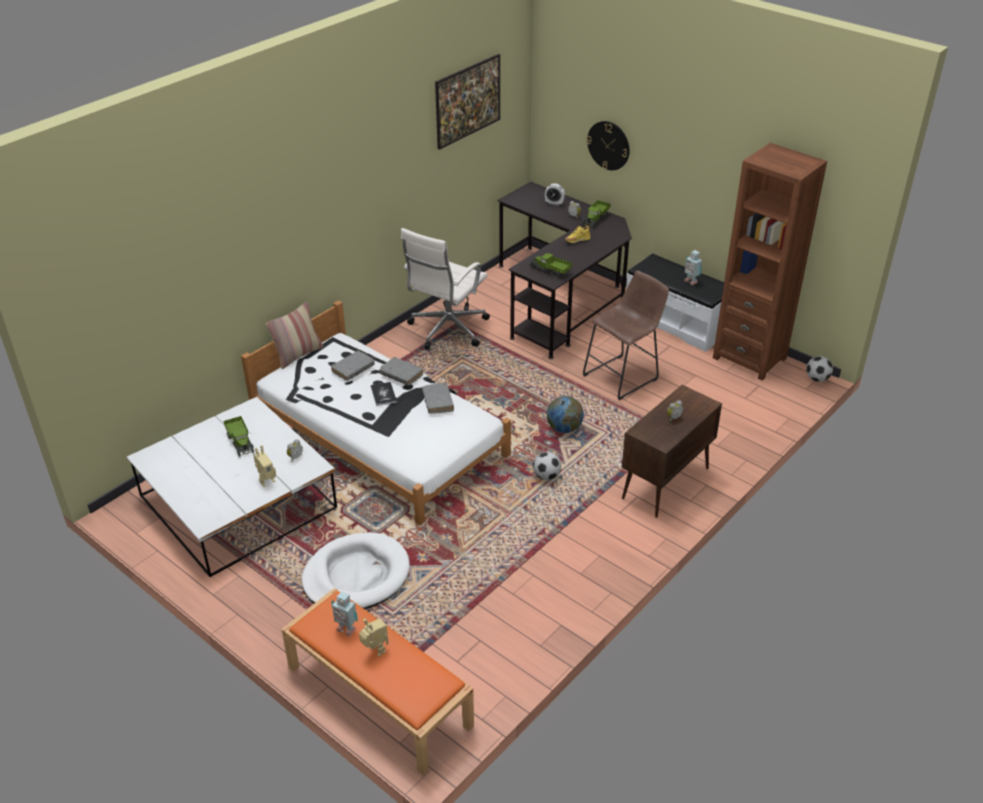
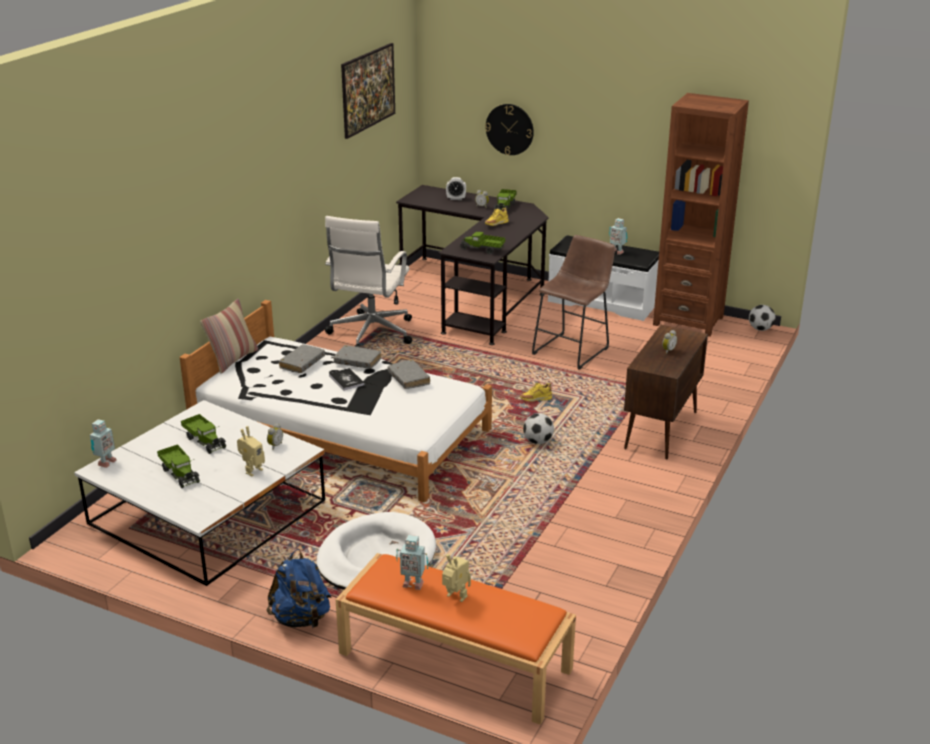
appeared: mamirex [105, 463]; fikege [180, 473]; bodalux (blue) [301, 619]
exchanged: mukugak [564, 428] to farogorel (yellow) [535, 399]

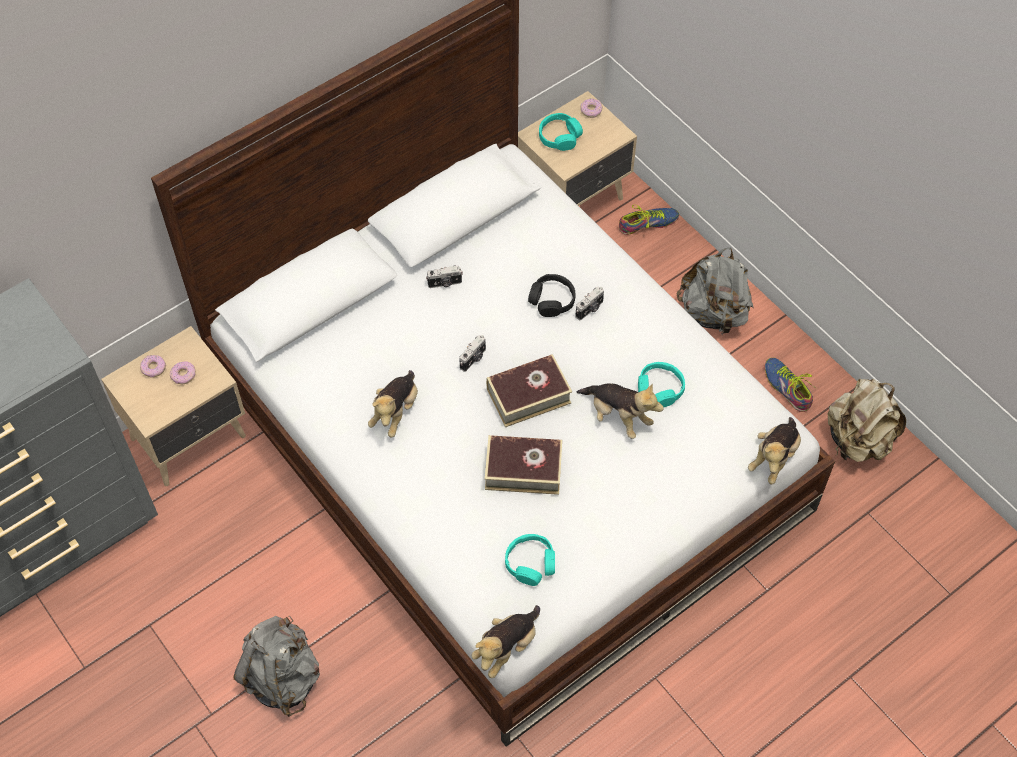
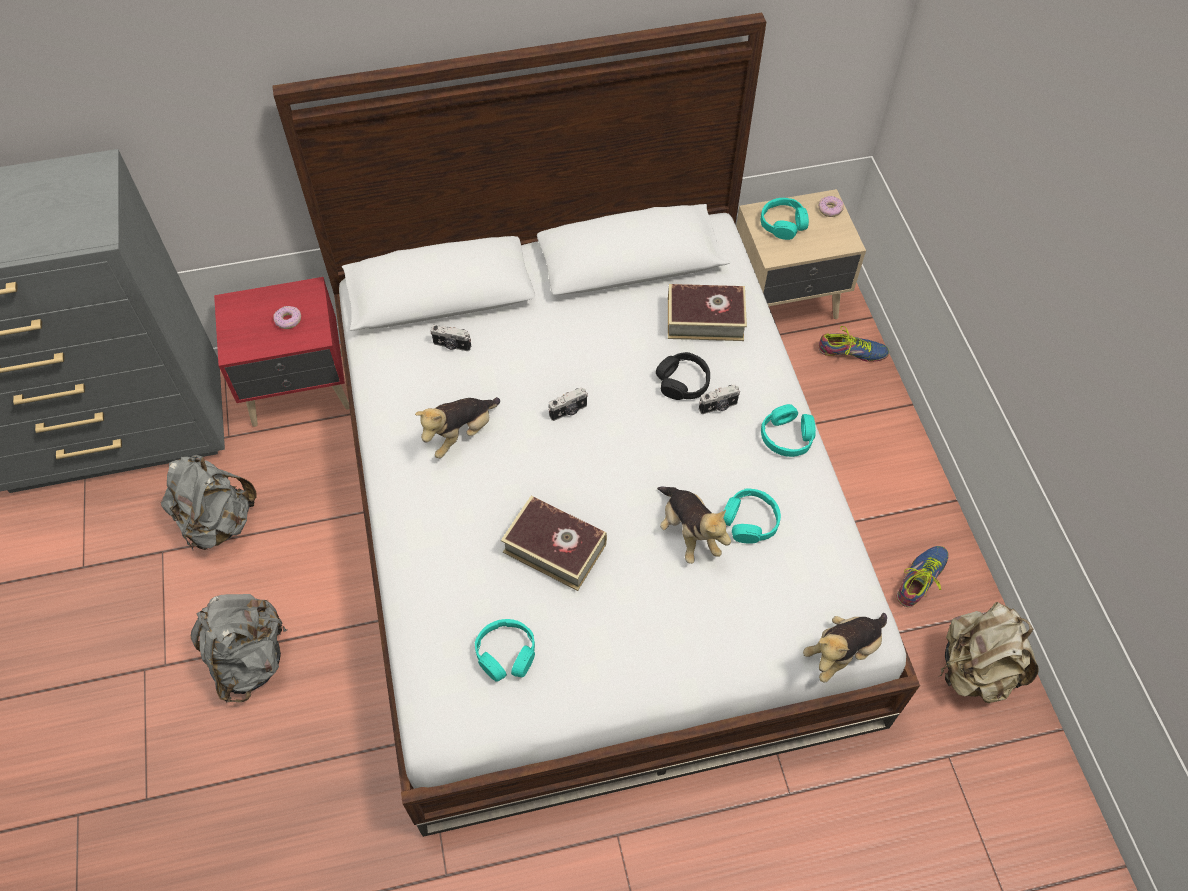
missing: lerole [153, 368]; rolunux [506, 647]
appeared: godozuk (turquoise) [787, 436]
relocated: bodalux (grey) [713, 313] to [218, 522]; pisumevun [445, 283] to [452, 345]; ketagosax [528, 396] to [705, 319]
colour: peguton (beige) [191, 438] to peguton (red) [301, 391]
spun: farogorel [787, 387] = [920, 578] 45 degrees clockwise

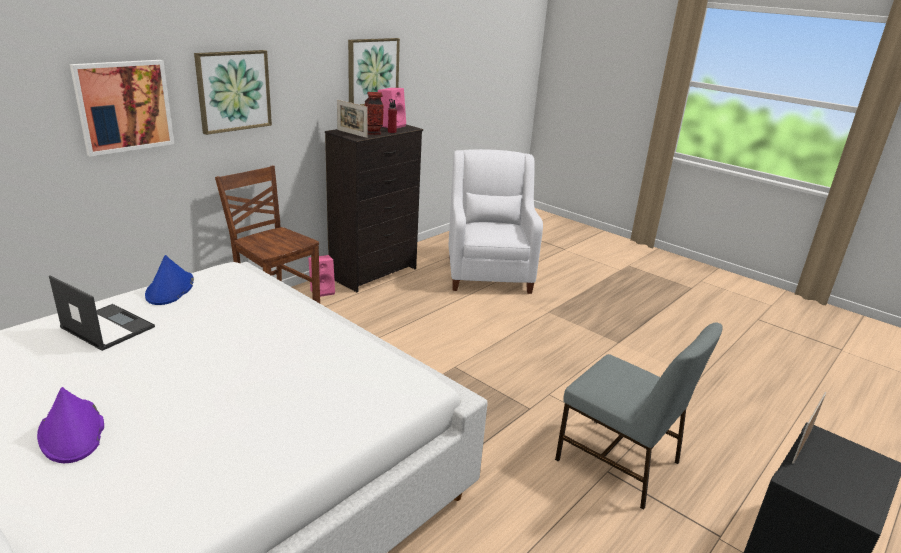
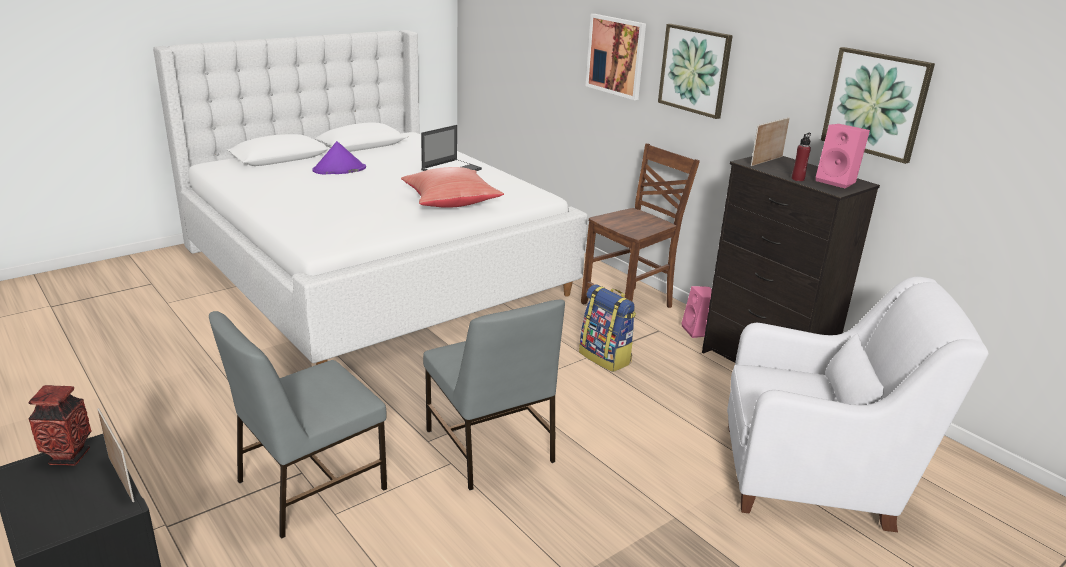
missing: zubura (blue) [170, 289]
appeared: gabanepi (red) [450, 202]; bodalux [606, 358]; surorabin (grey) [489, 447]
relocated: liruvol [373, 133] to [69, 456]

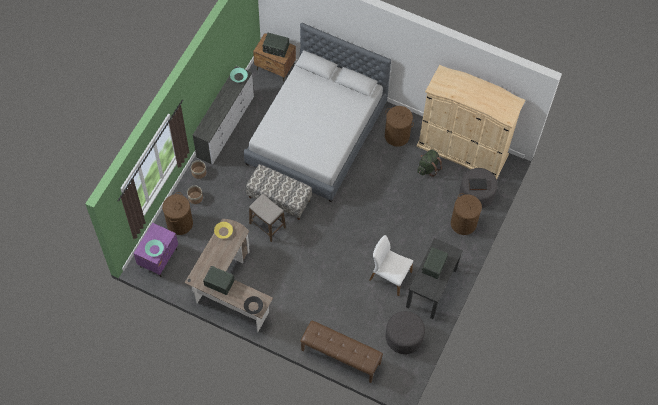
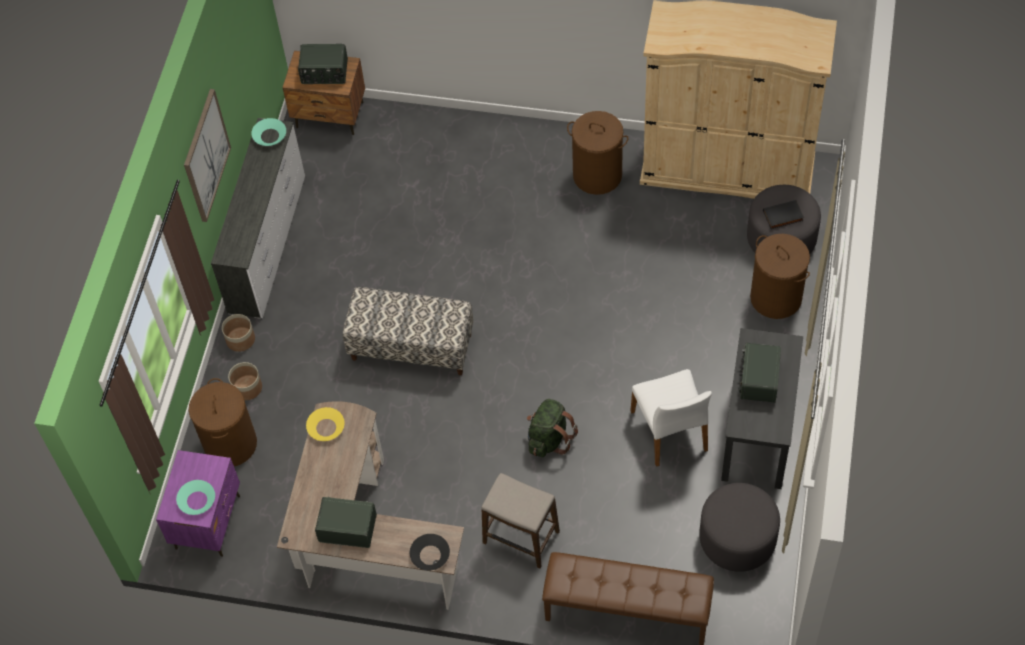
missing: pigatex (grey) [317, 133]
appeared: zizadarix [206, 155]
relocated: bodalux (green) [428, 168] to [549, 438]; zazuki [267, 225] to [521, 537]
spun: surorabin (white) [389, 276] = [670, 431] 120 degrees counterclockwise

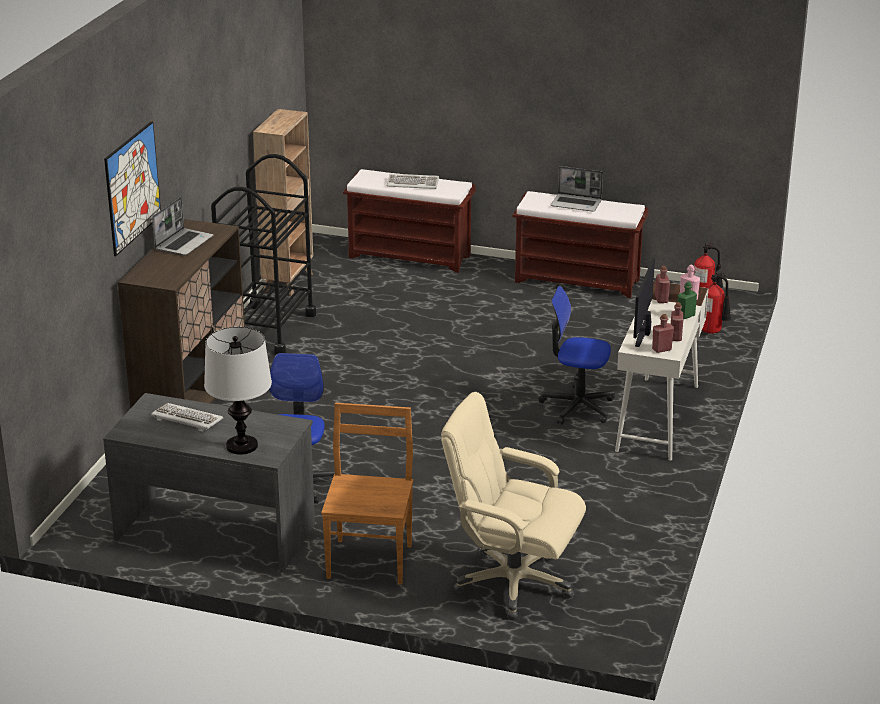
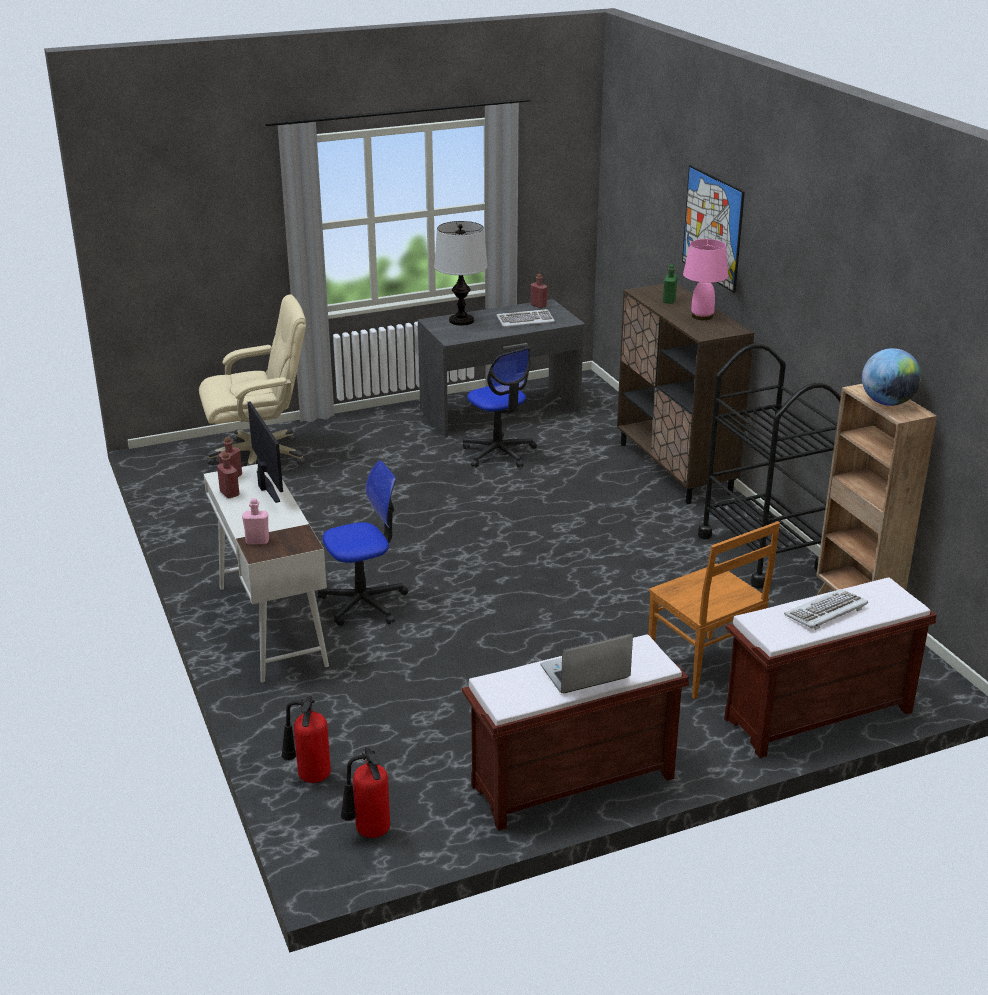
appeared: mukugak [887, 403]
relocated: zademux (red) [661, 299] to [538, 305]; zademux (green) [685, 316] to [669, 300]; surorabin (brown) [370, 560] to [704, 668]
exchanged: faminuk [184, 243] to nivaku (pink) [702, 316]

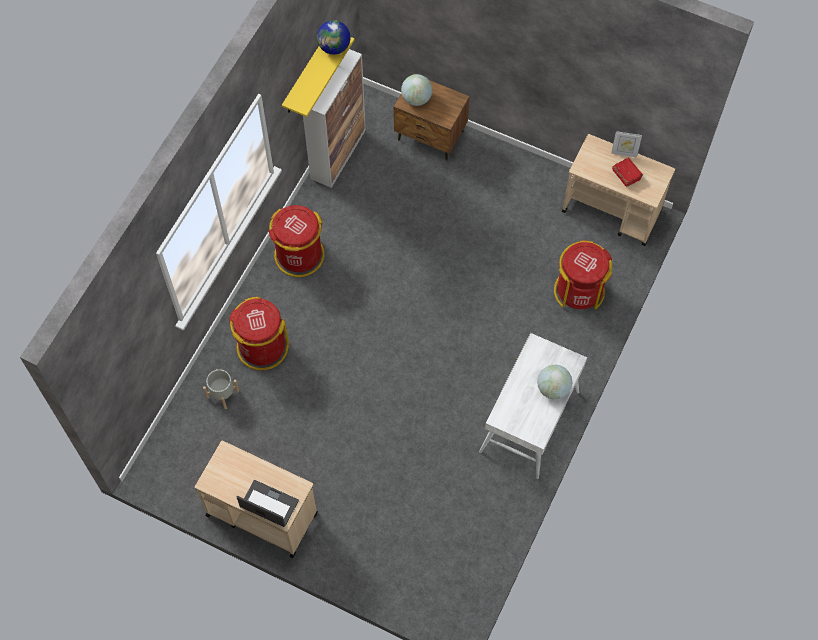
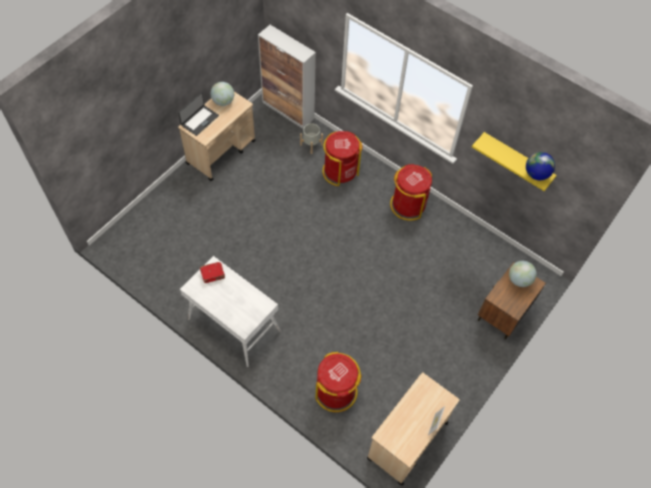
relocated: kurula [338, 154] to [288, 111]; ketagosax (red) [626, 174] to [213, 274]; mukugak [553, 388] to [223, 101]

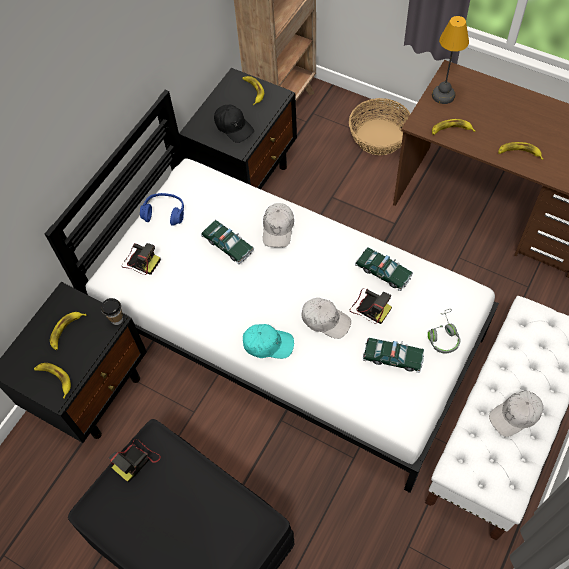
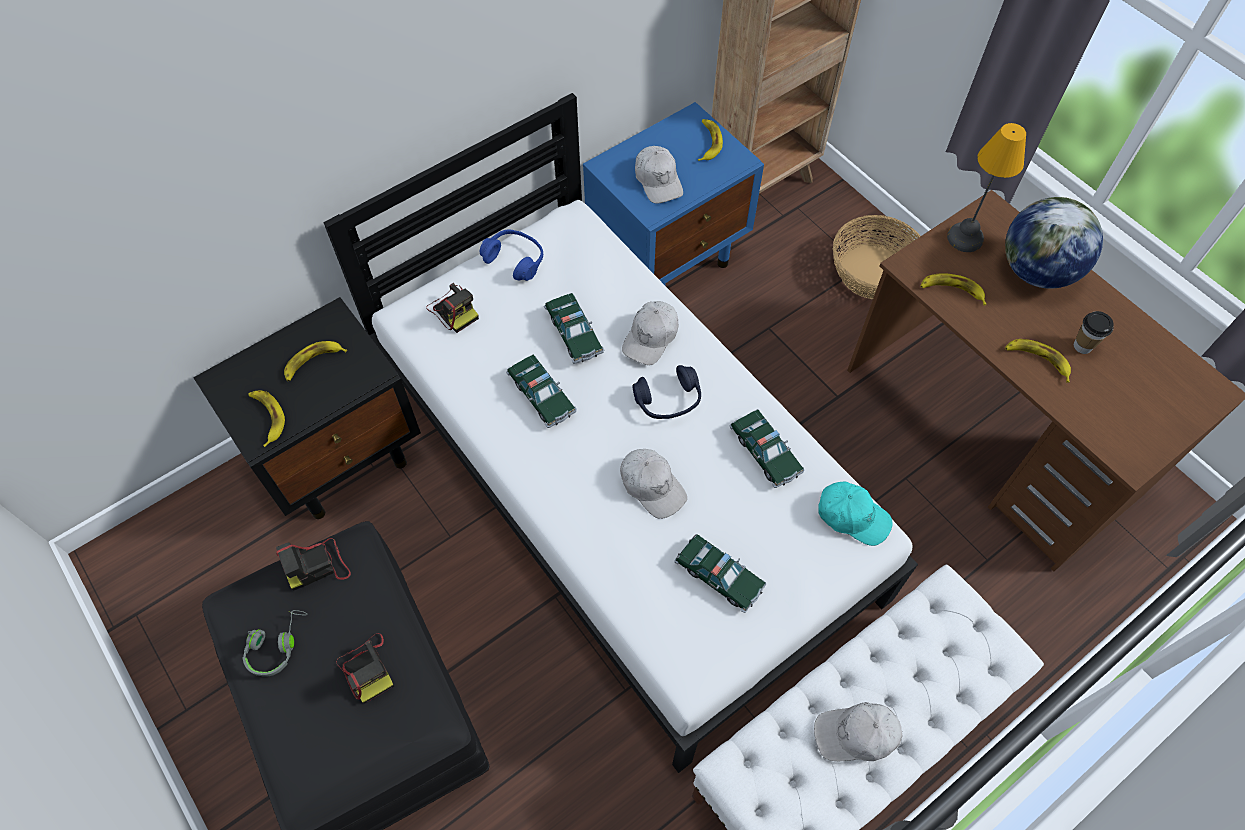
appeared: mukugak [1036, 271]; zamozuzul [541, 395]; godozuk (blue) [668, 400]
relocated: pisumevun [369, 307] to [367, 668]; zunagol [117, 319] to [1082, 346]; godozuk (grey) [443, 335] to [276, 645]; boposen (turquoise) [268, 344] to [852, 516]
colour: peguton (black) [246, 176] to peguton (blue) [668, 258]; boposen (black) [233, 127] to boposen (white) [658, 180]

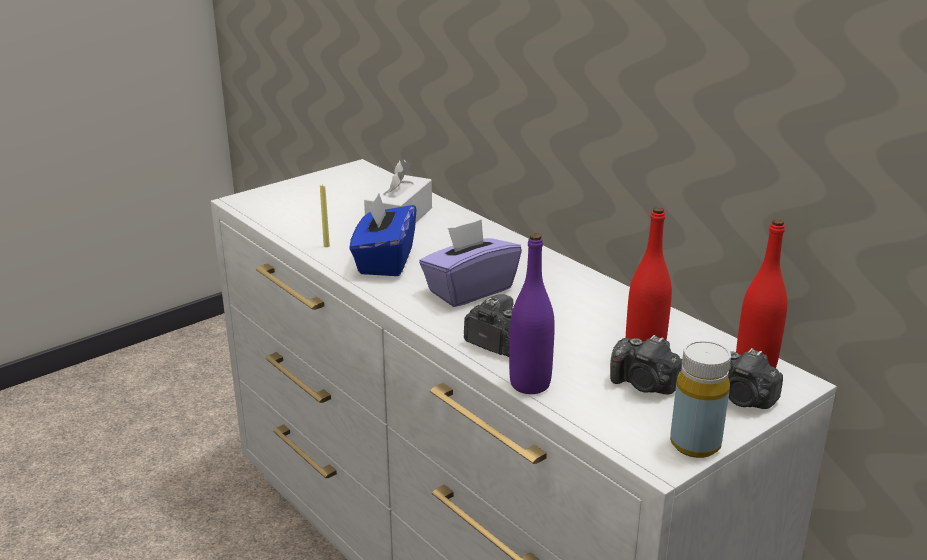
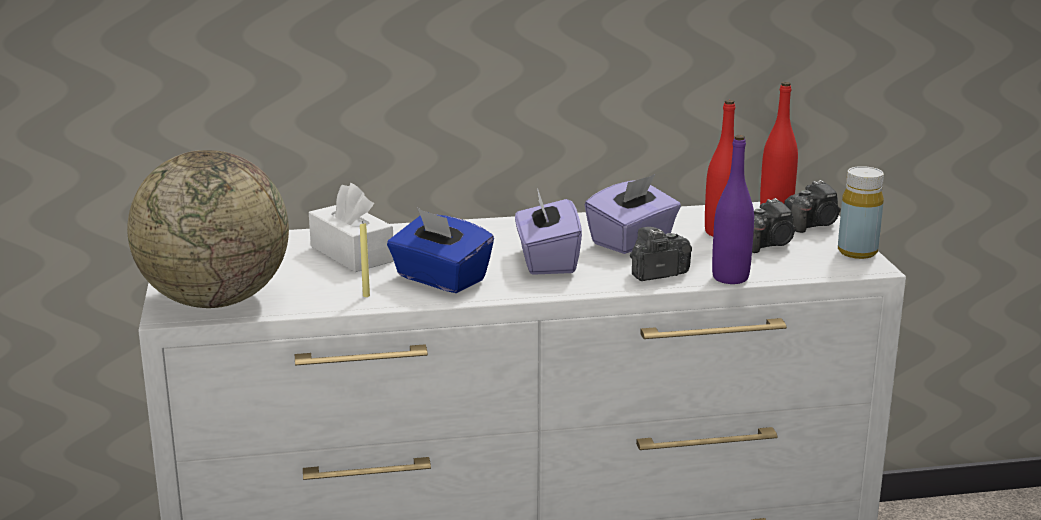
appeared: mukugak [215, 300]; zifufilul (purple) [632, 241]

